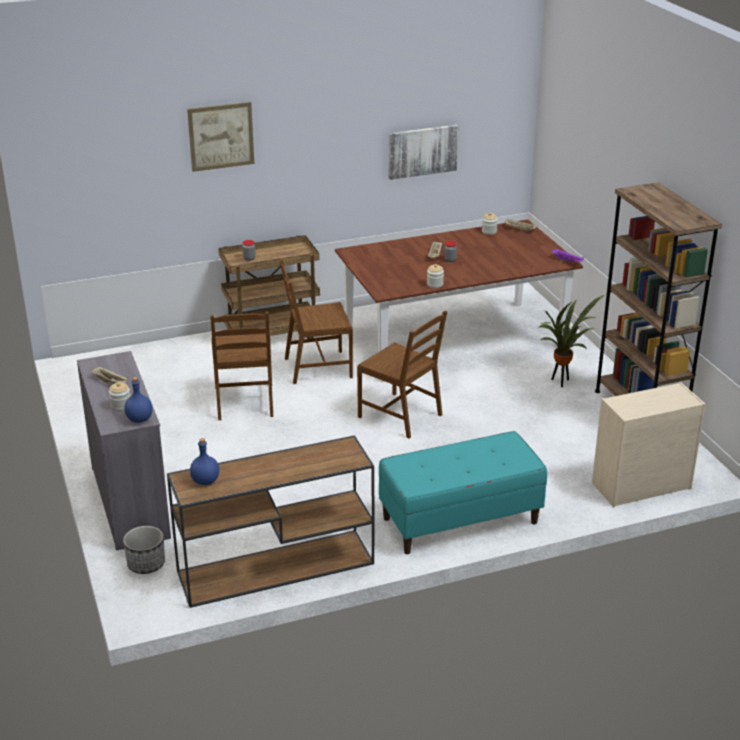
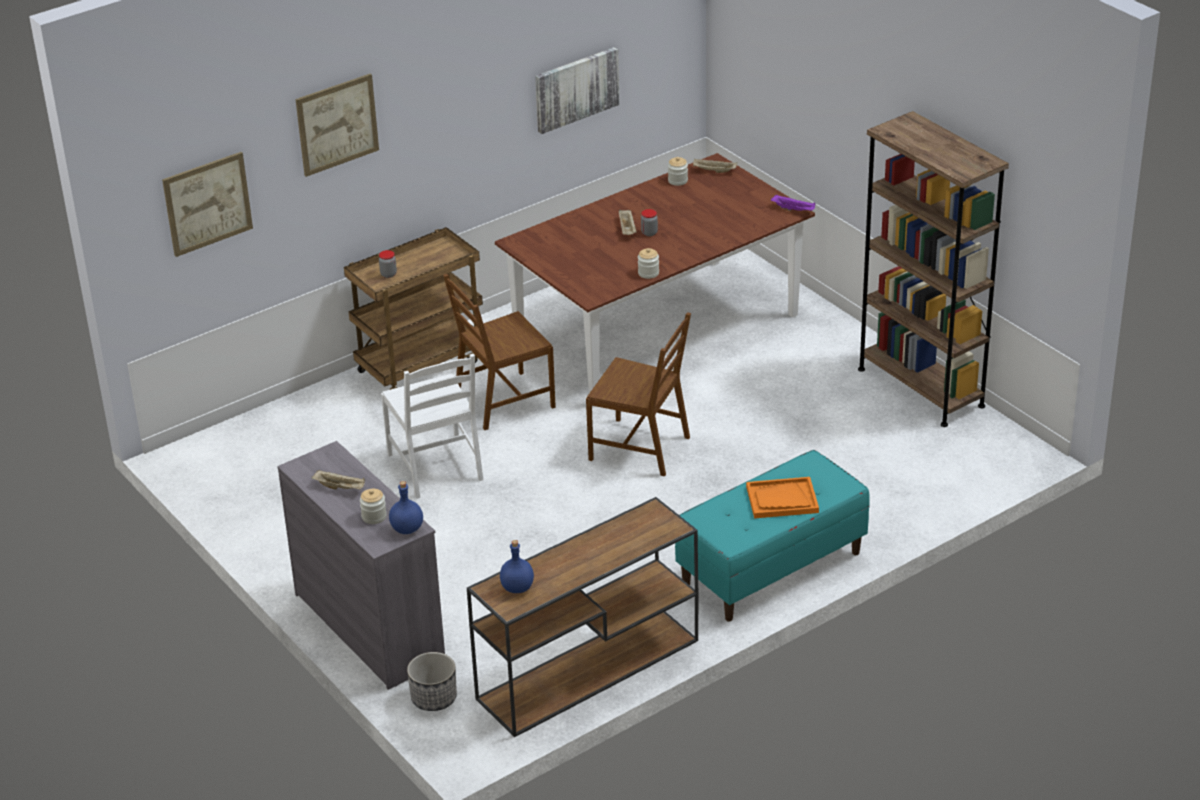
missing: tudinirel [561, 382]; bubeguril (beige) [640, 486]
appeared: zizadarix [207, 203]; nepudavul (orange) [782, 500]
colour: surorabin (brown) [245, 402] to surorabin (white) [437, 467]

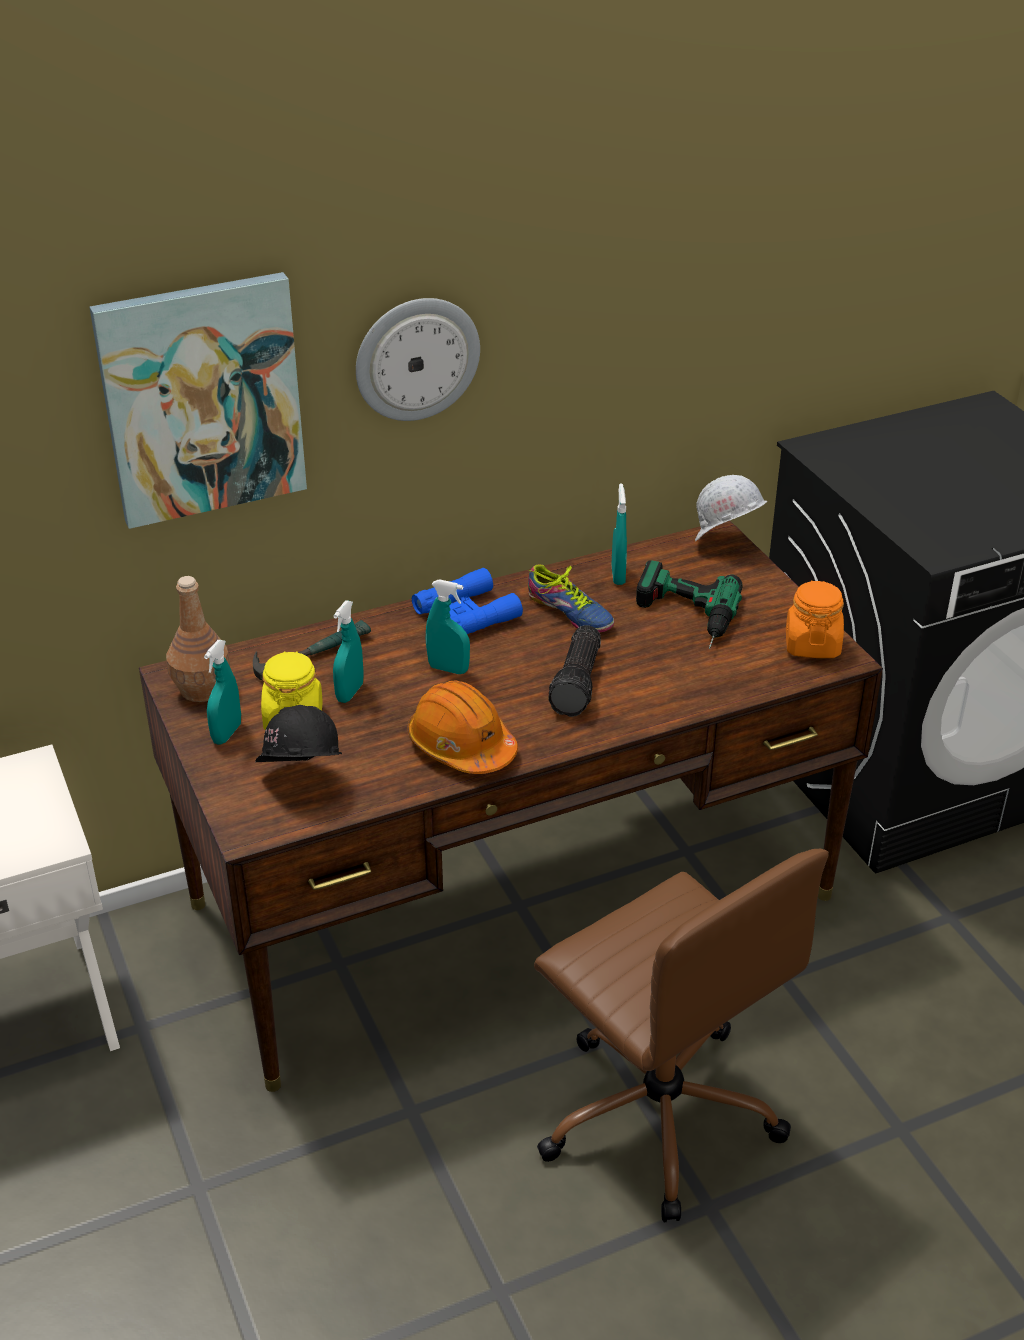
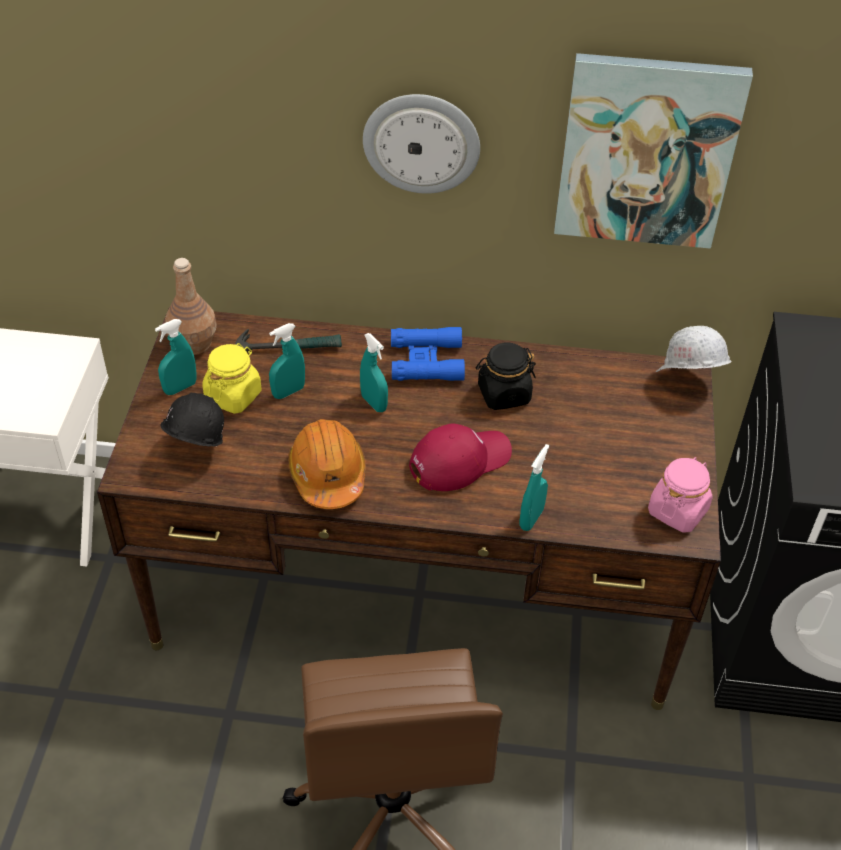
missing: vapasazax [683, 617]
relocated: zizadarix [202, 399] to [647, 151]; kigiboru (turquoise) [618, 575] to [531, 519]
exchanged: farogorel [568, 614] to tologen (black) [503, 394]; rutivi [579, 683] to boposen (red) [459, 460]
colour: tologen (orange) [812, 644] to tologen (pink) [677, 511]

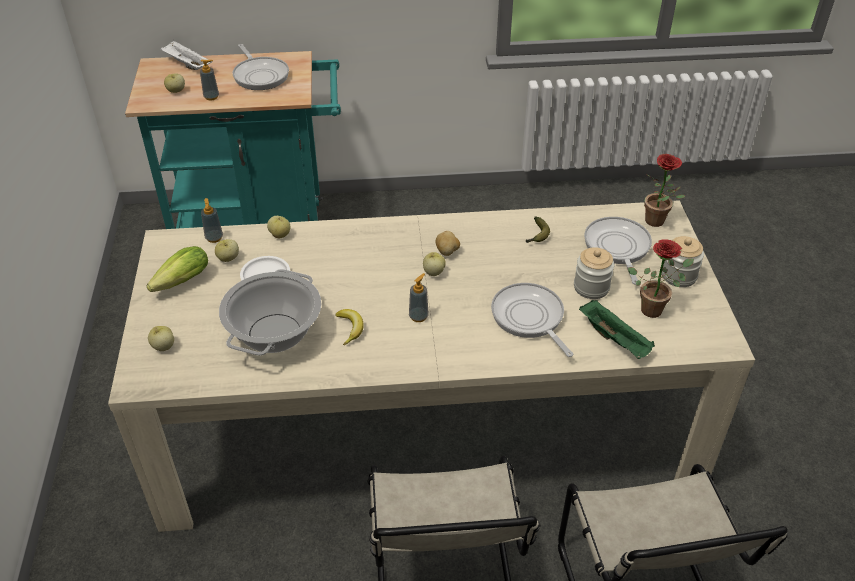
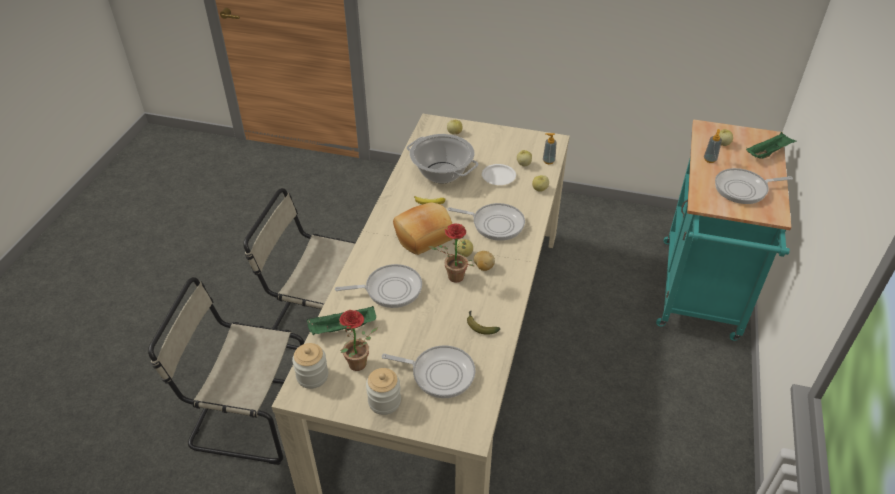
missing: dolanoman [179, 283]
appeared: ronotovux [495, 224]
relocated: tudinirel [658, 222] to [452, 278]; tologen [591, 287] to [312, 376]
exchanged: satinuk [418, 316] to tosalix [423, 235]
colour: nepudavul (white) [187, 65] to nepudavul (green) [768, 153]

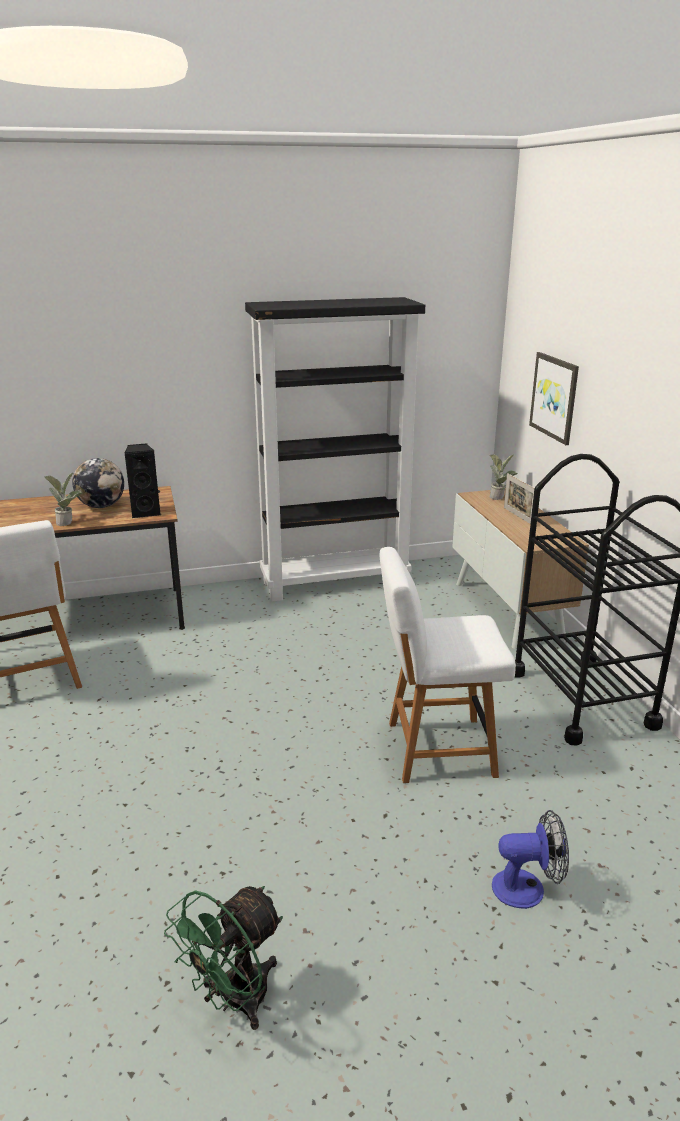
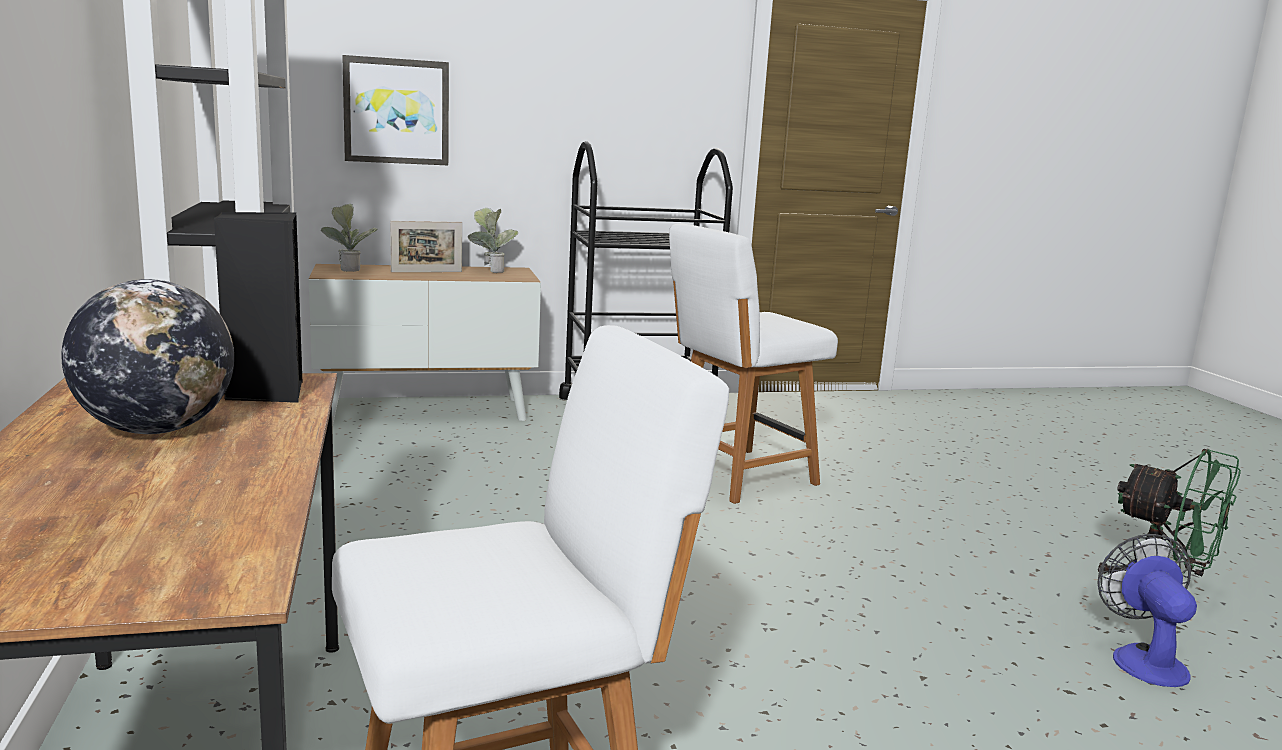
relocated: tudinirel [68, 522] to [491, 271]; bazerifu [527, 888] to [1143, 659]
spun: surorabin (white) [436, 749] = [736, 476] 60 degrees clockwise

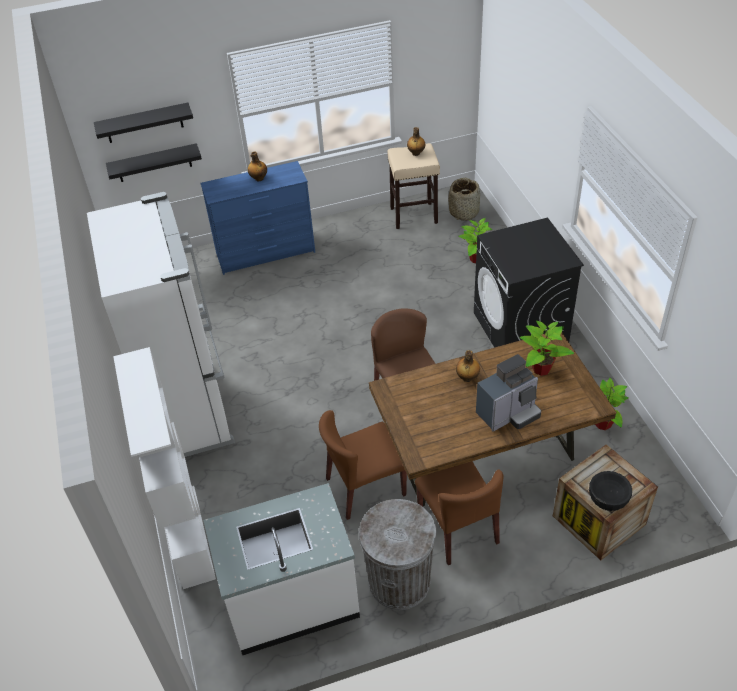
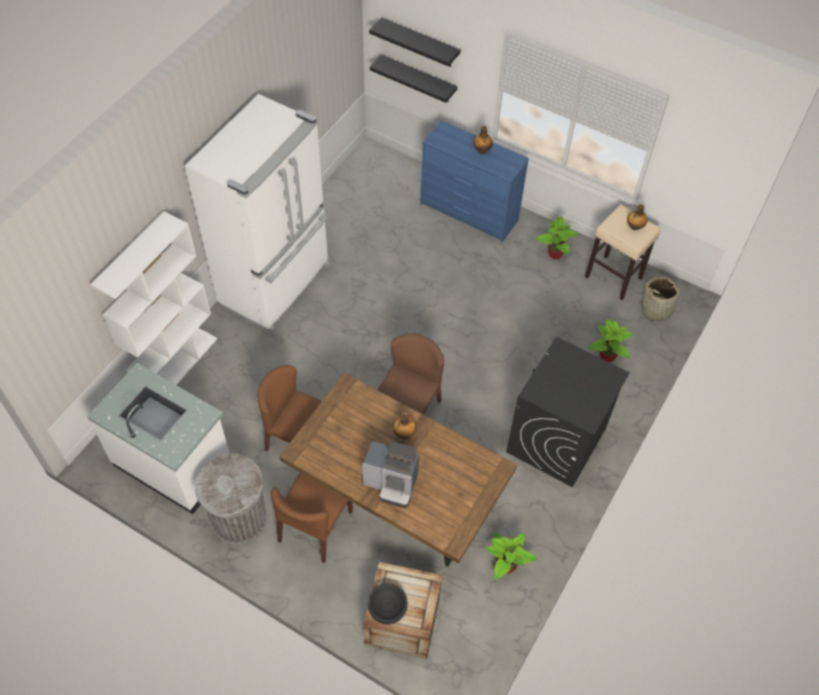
relocated: tudinirel [540, 369] to [554, 254]

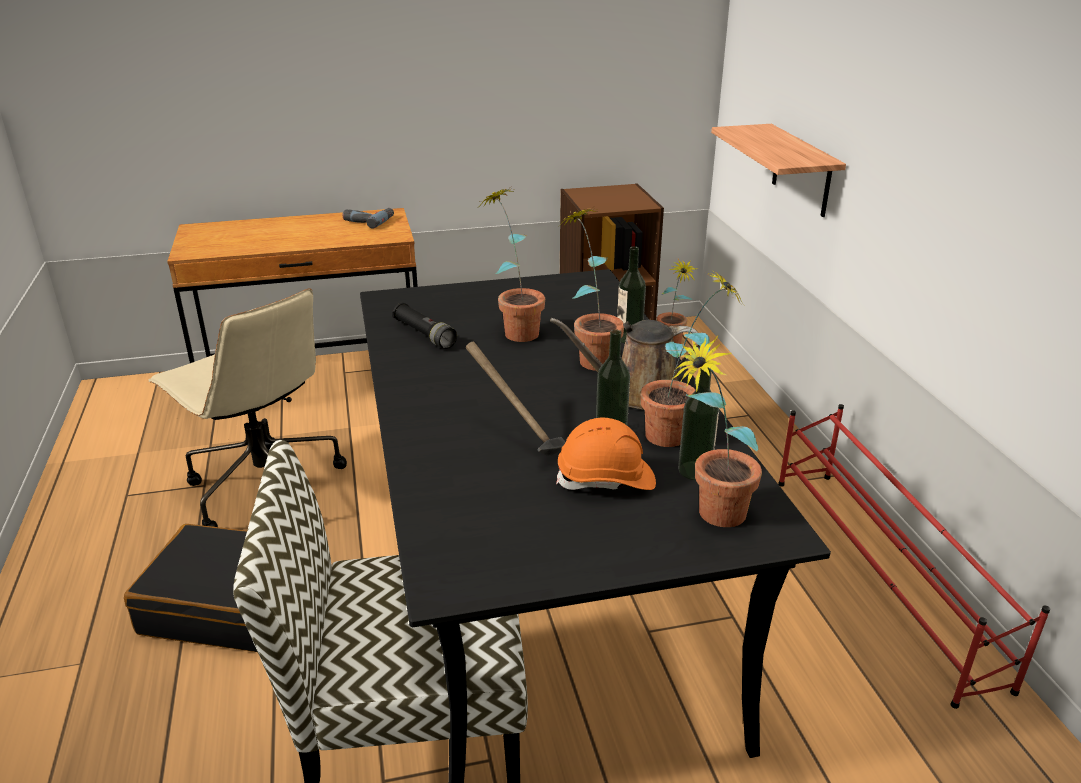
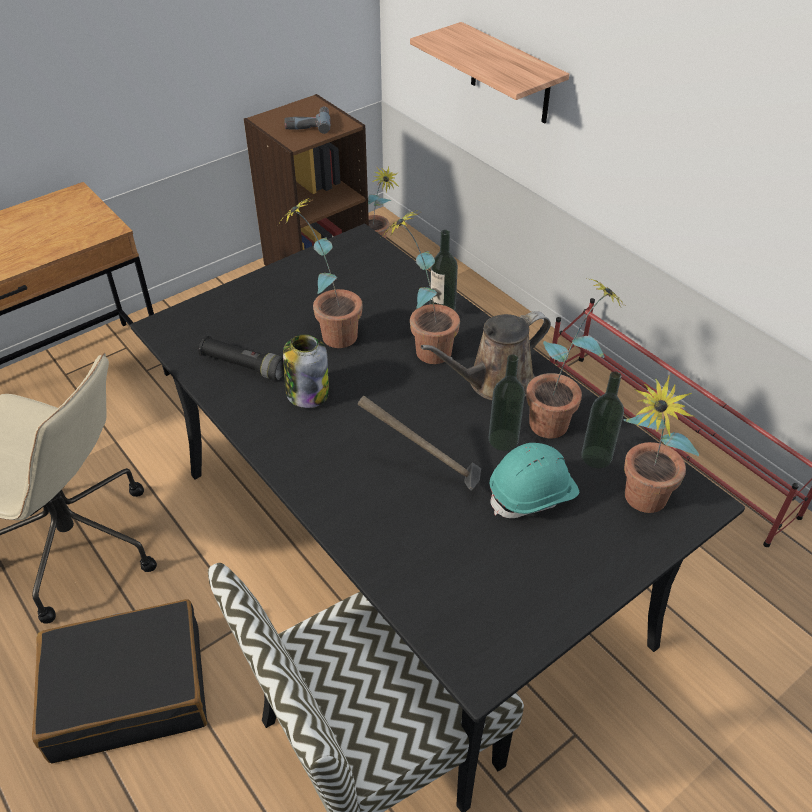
appeared: tologen [307, 393]
relocated: vapasazax [368, 220] to [308, 124]
colour: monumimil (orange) [606, 480] to monumimil (turquoise) [533, 494]

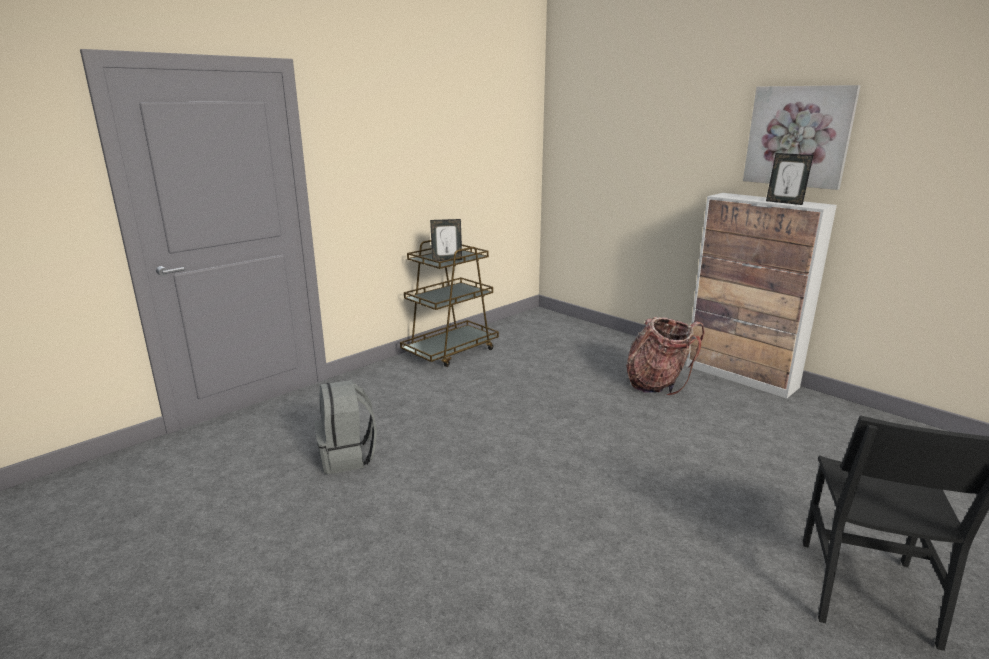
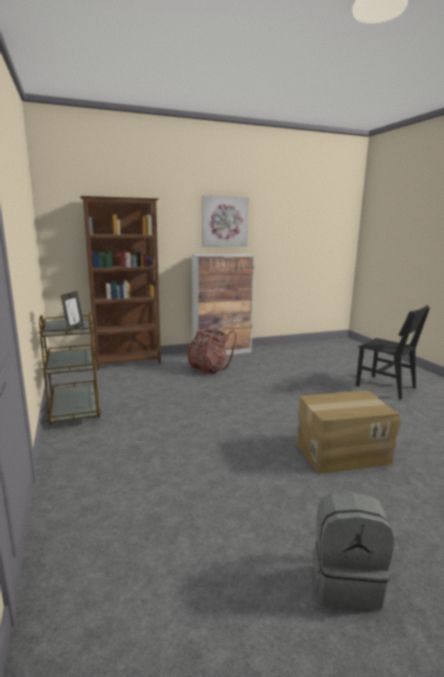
missing: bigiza [784, 202]
appeared: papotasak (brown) [128, 362]; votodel [342, 452]
relocated: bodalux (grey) [347, 457] to [346, 580]

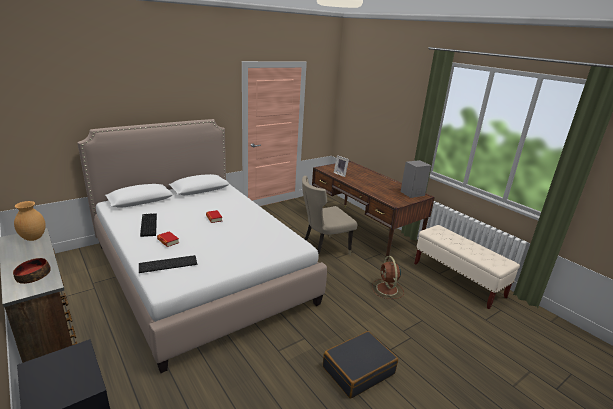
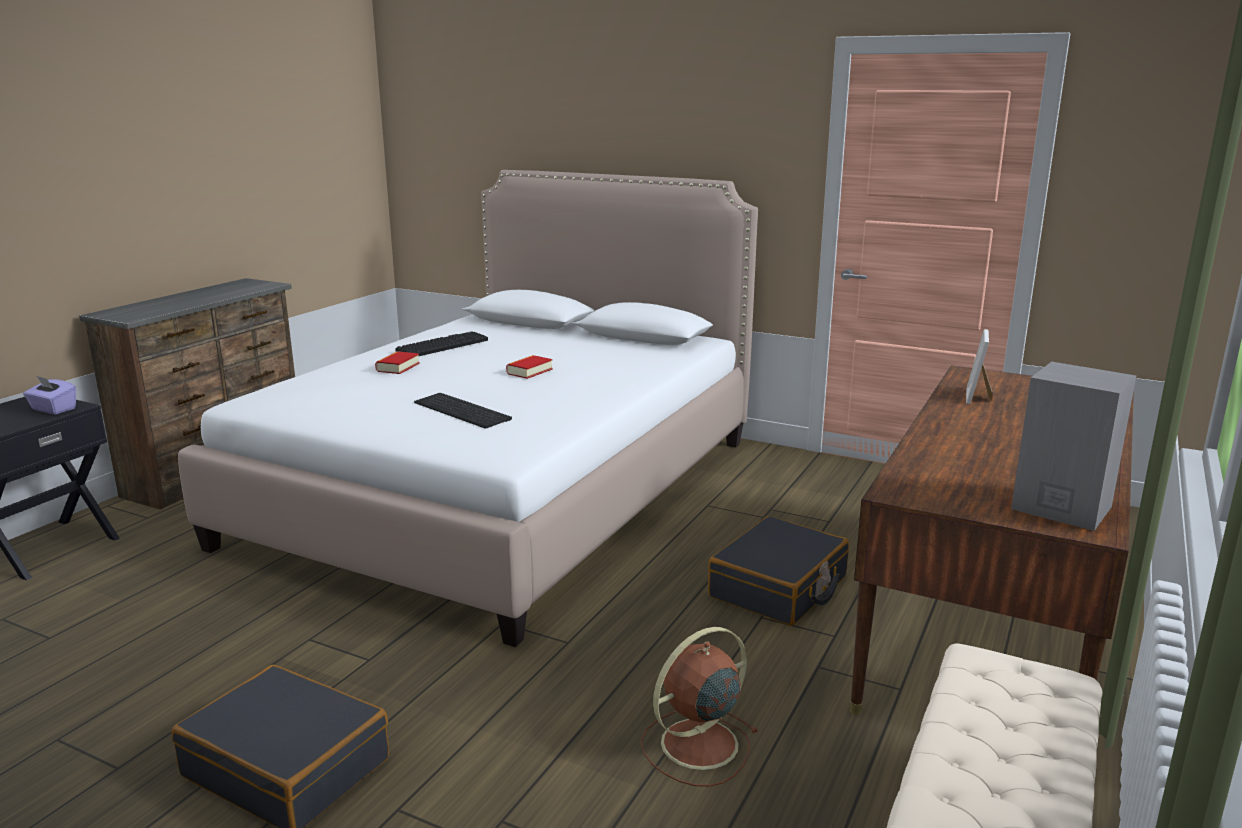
missing: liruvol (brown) [34, 238]; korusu [33, 276]
appeared: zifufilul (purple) [53, 409]
relocated: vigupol [168, 263] to [464, 410]
exchanged: surorabin (beige) [323, 249] to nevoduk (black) [779, 588]

